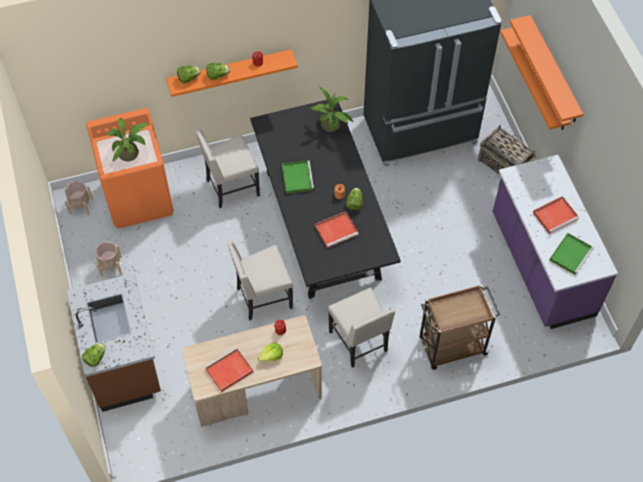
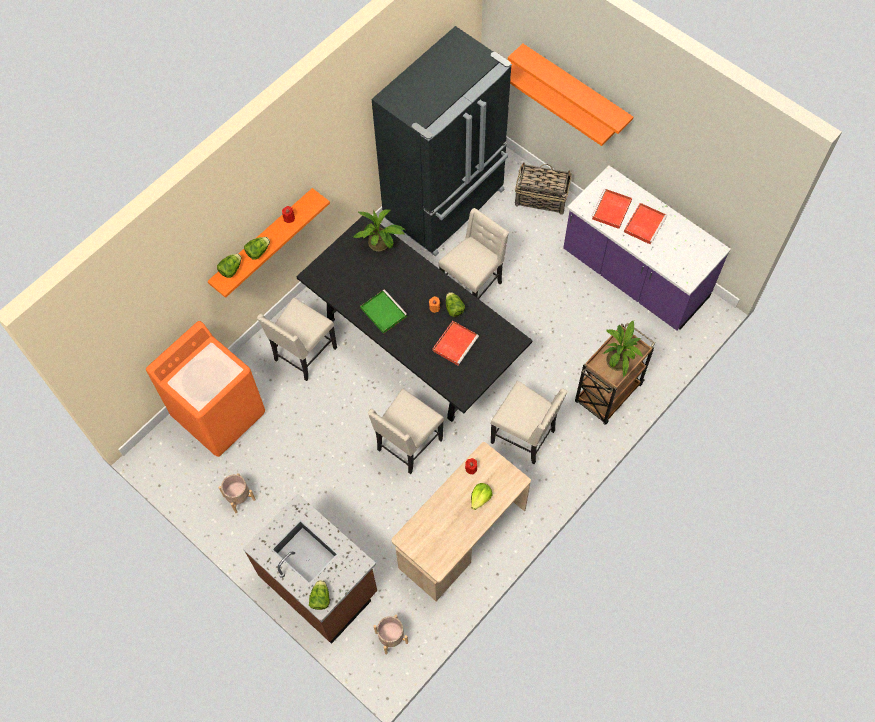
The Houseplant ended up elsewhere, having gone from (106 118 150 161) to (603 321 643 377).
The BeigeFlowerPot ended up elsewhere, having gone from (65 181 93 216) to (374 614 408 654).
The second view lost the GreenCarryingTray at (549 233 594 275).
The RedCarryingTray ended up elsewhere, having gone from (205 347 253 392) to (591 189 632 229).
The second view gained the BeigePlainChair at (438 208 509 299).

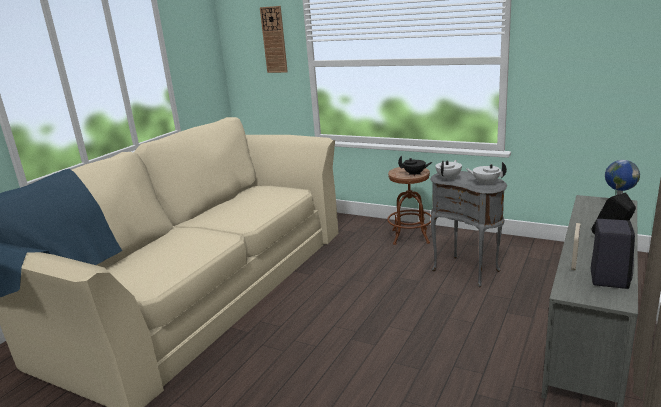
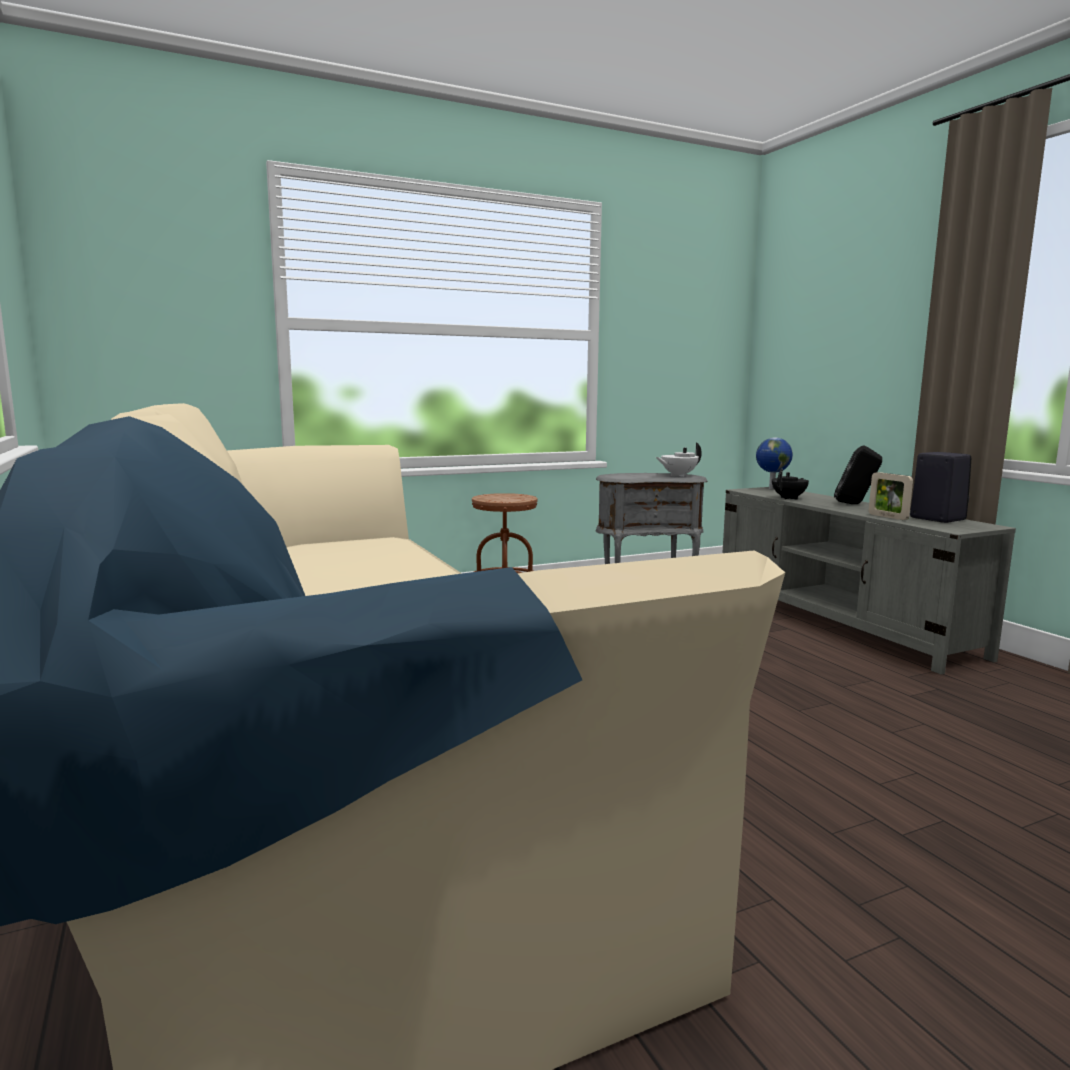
The second view lost the ClockOnTheWall at (260 6 288 73).
The BlackColouredPotForTea ended up elsewhere, having gone from (398 156 432 176) to (772 469 809 500).
The second view lost the WhitishPotForTea at (435 160 462 181).

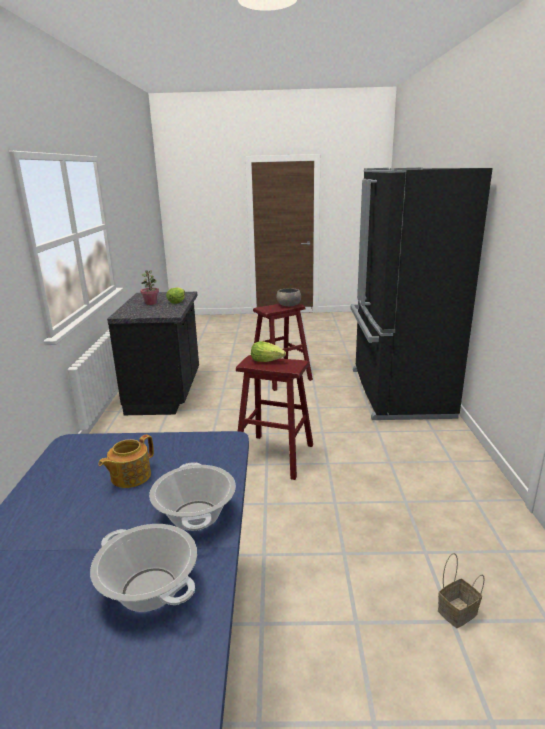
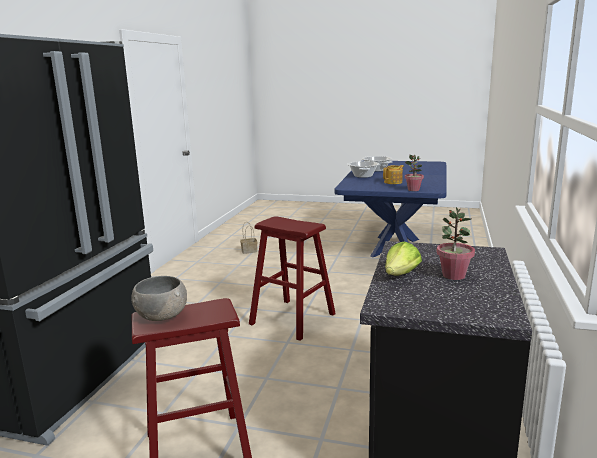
The second view lost the LettuceHead at (251 341 286 362).
The second view gained the Houseplant at (405 155 424 191).

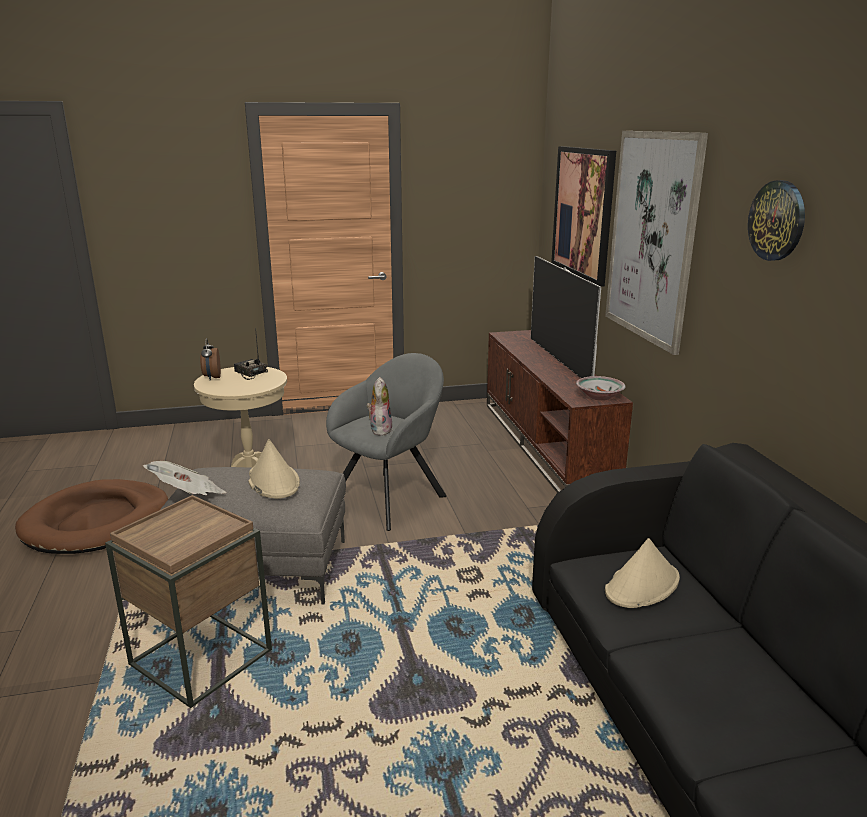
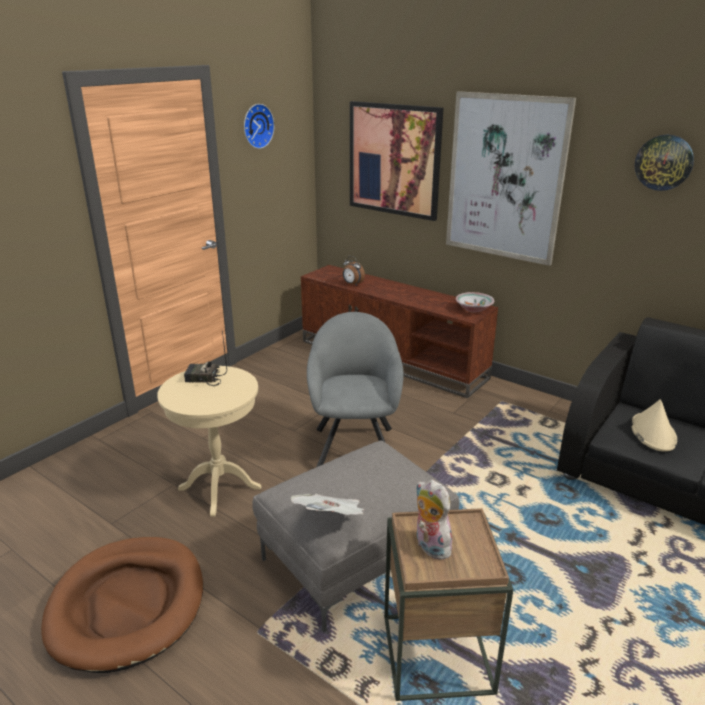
The second view lost the Tv at (531 256 601 378).
The BedsideClock ended up elsewhere, having gone from (200 338 221 380) to (342 256 365 286).
The SoftToy ended up elsewhere, having gone from (367 377 392 436) to (416 479 453 560).
The second view lost the BeigeHat at (248 439 300 499).
The second view gained the ClockOnTheWall at (244 104 275 149).

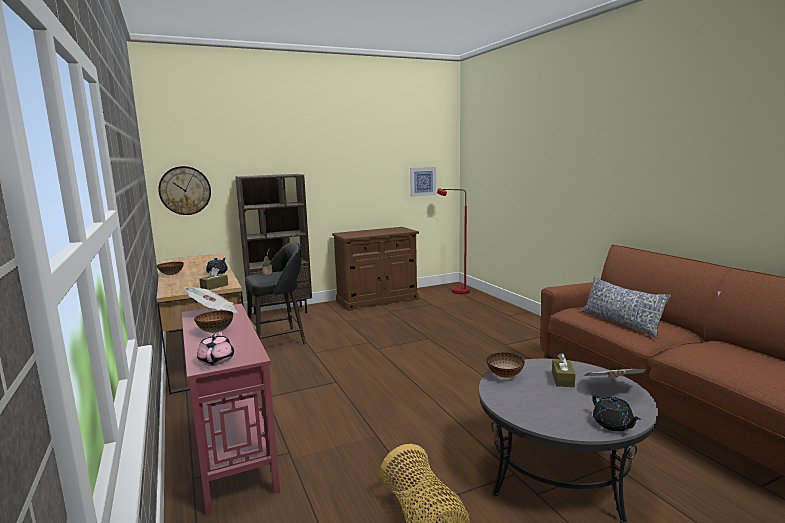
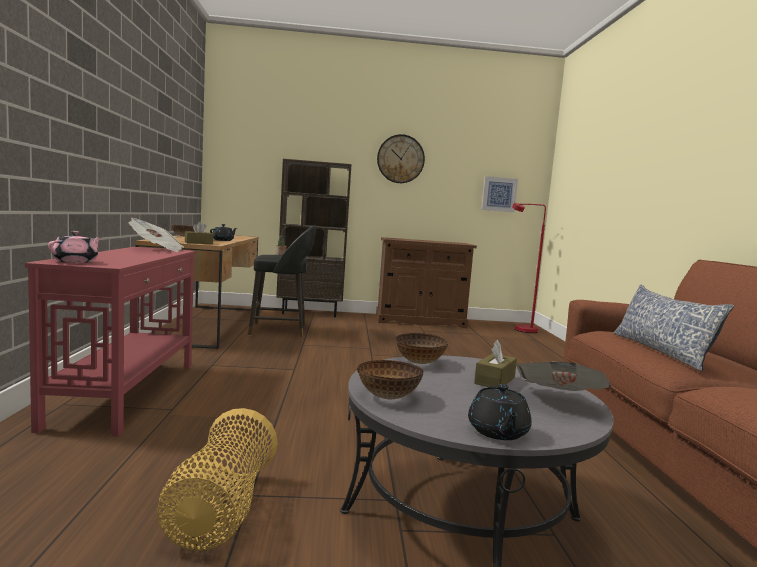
The ClockOnTheWall ended up elsewhere, having gone from (158 166 211 215) to (377 134 425 183).
The ServingBowl ended up elsewhere, having gone from (194 310 233 333) to (357 360 423 399).

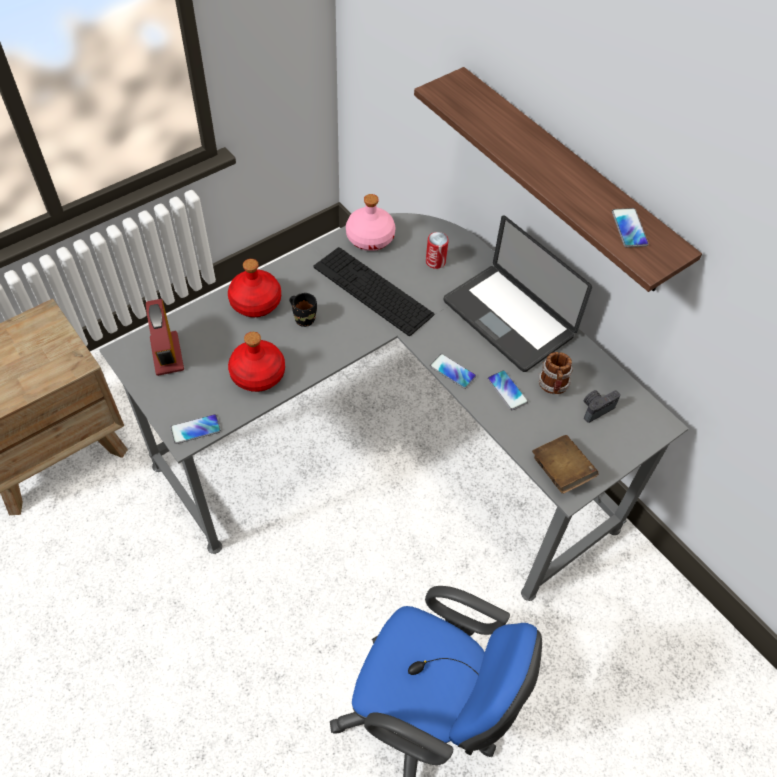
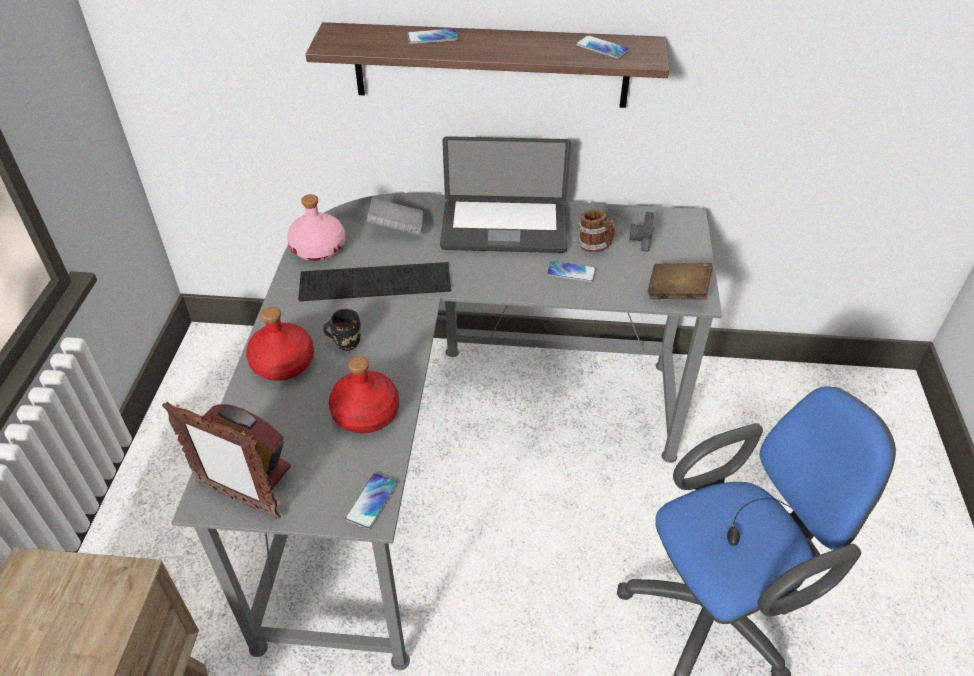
Where the Can stood at (426 232 449 269), the GreyishBook came to stand at (367 198 423 236).
The Handset ended up elsewhere, having gone from (430 354 476 389) to (407 28 459 44).
The second view gained the PhotoFrame at (162 402 281 519).

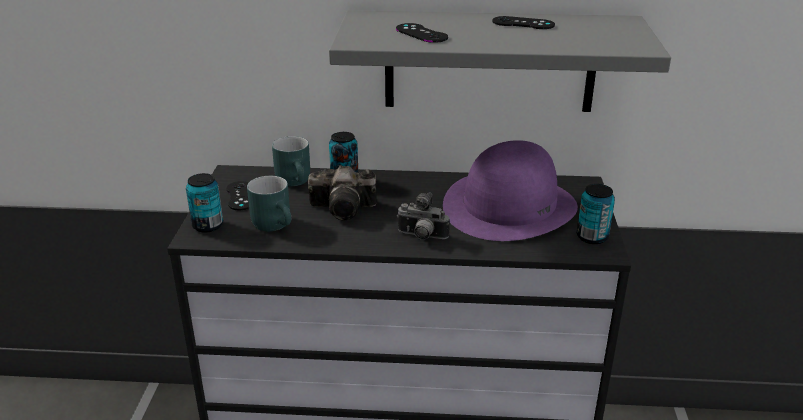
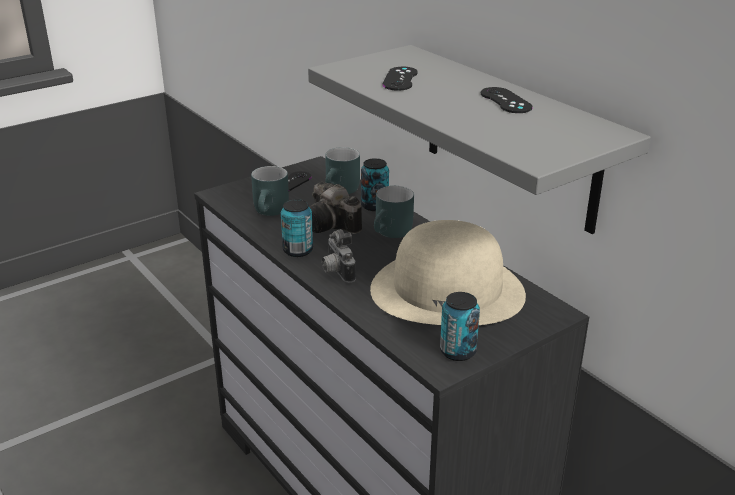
What was the PurplishHat at (443 140 578 241) turned into the BeigeHat at (370 220 526 325).
The Can ended up elsewhere, having gone from (186 173 223 233) to (281 199 313 257).
The second view gained the TurquoiseMug at (374 186 414 238).

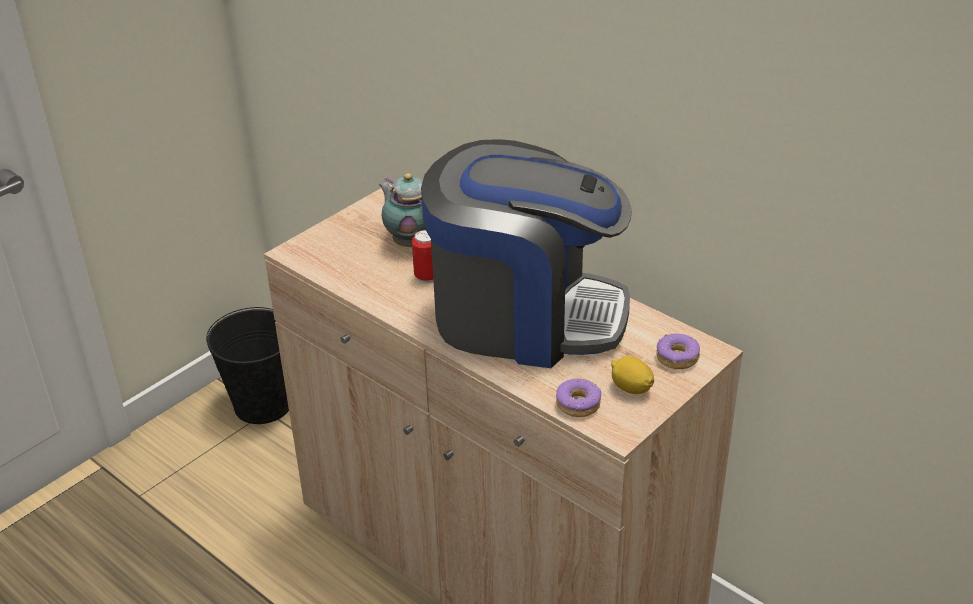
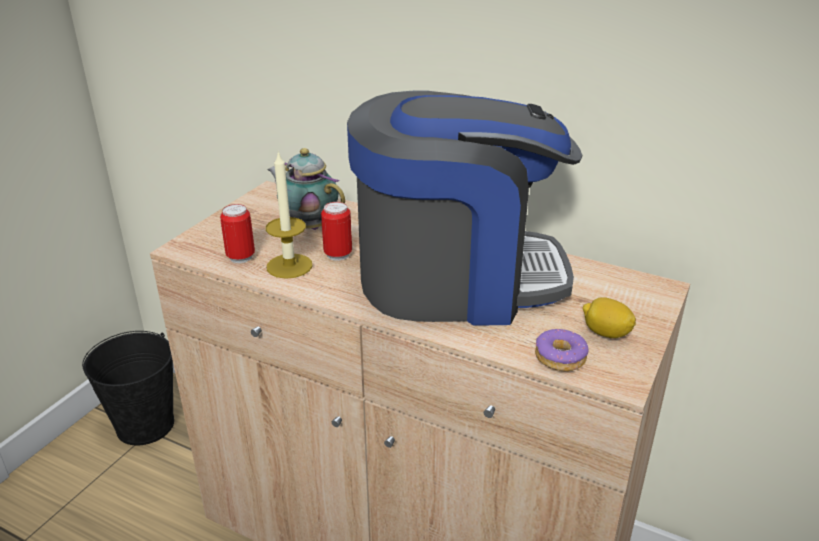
The second view lost the Doughnut at (656 333 700 369).
The second view gained the Candle at (266 151 313 279).
The second view gained the Can at (220 204 255 263).

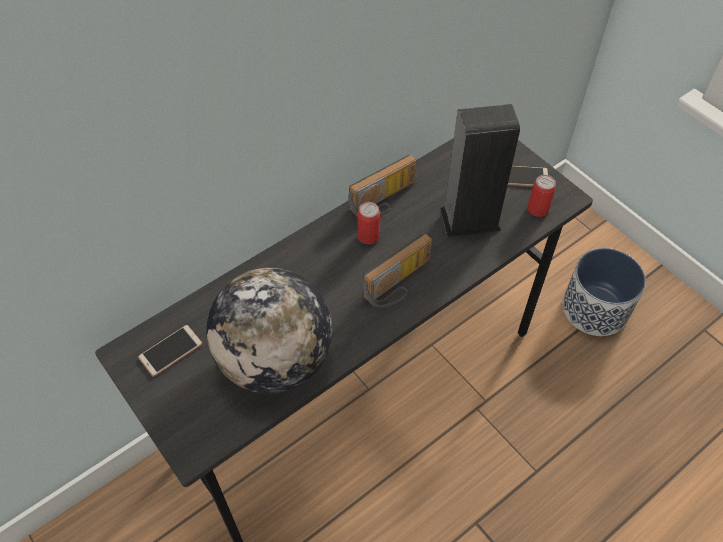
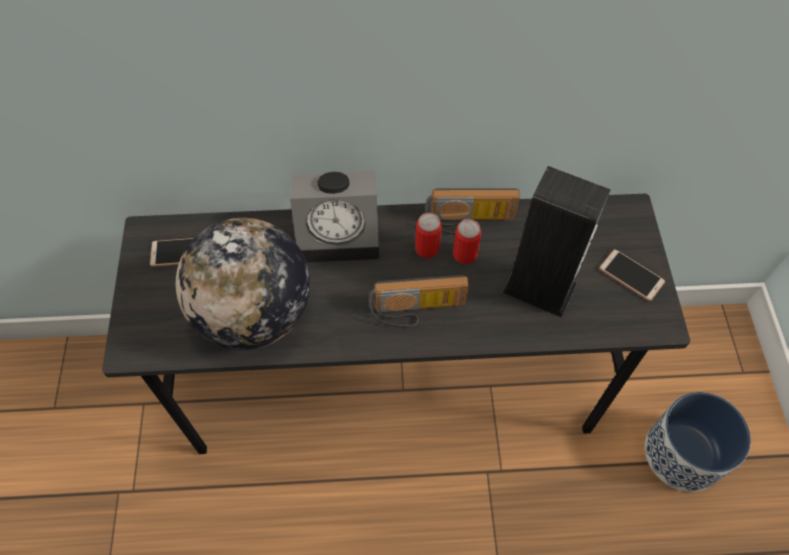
The Can ended up elsewhere, having gone from (527 175 556 217) to (453 219 481 264).
The second view gained the BedsideClock at (290 171 379 262).

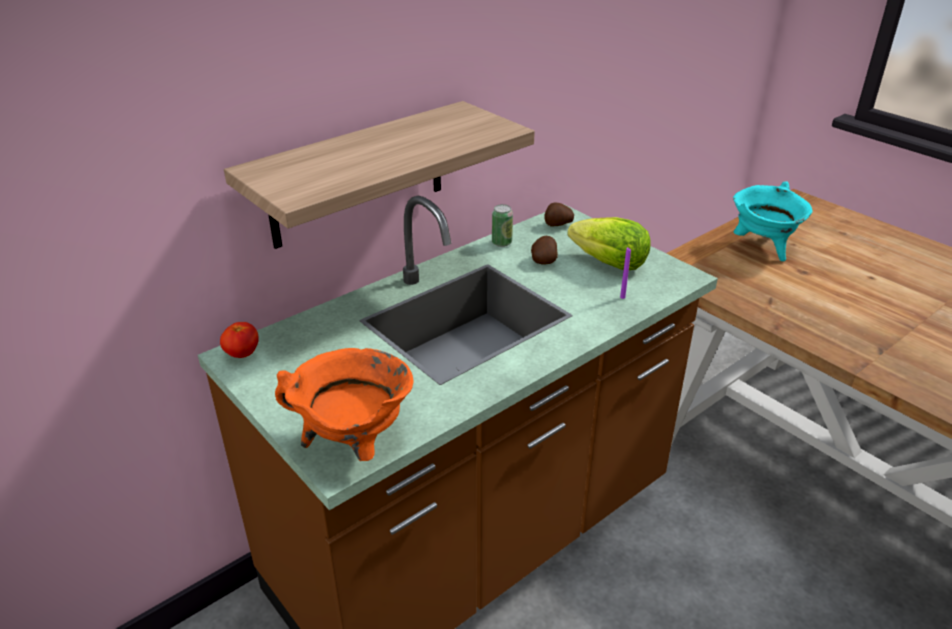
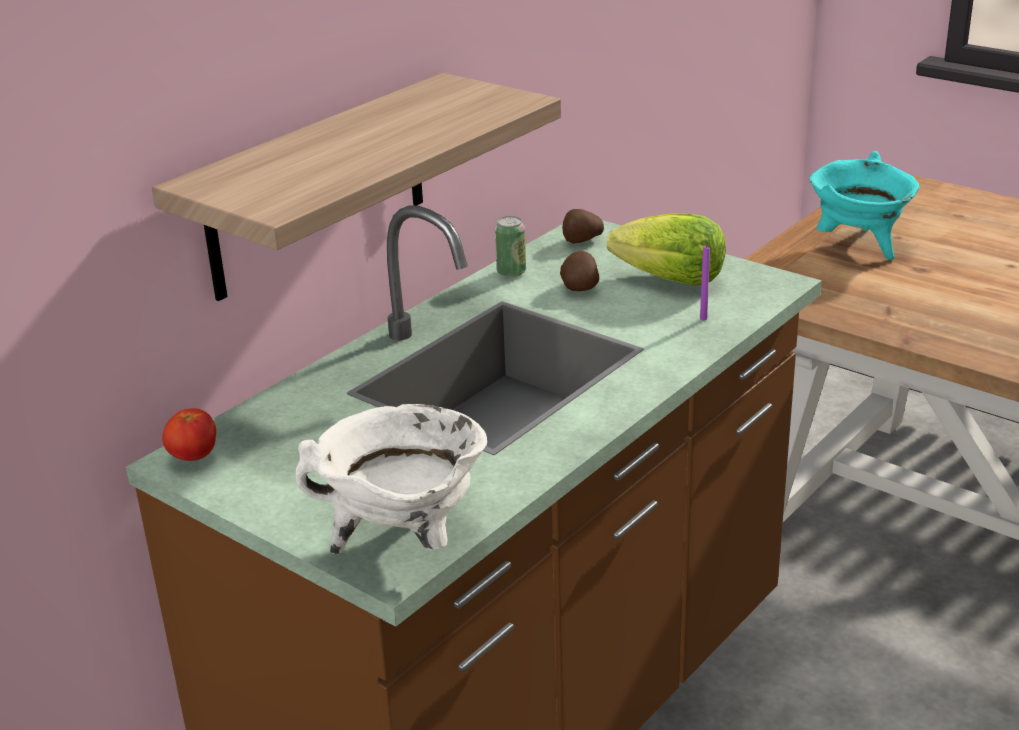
What was the OrangeyStockpot at (275 348 413 461) turned into the WhitishStockpot at (296 404 487 555).

